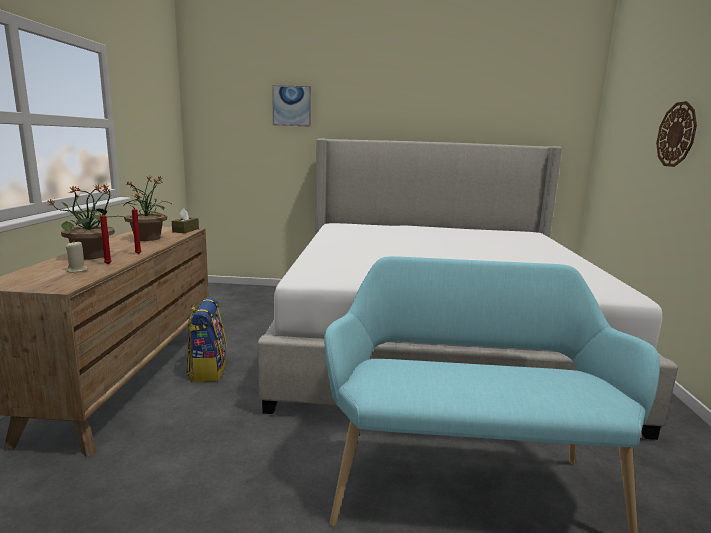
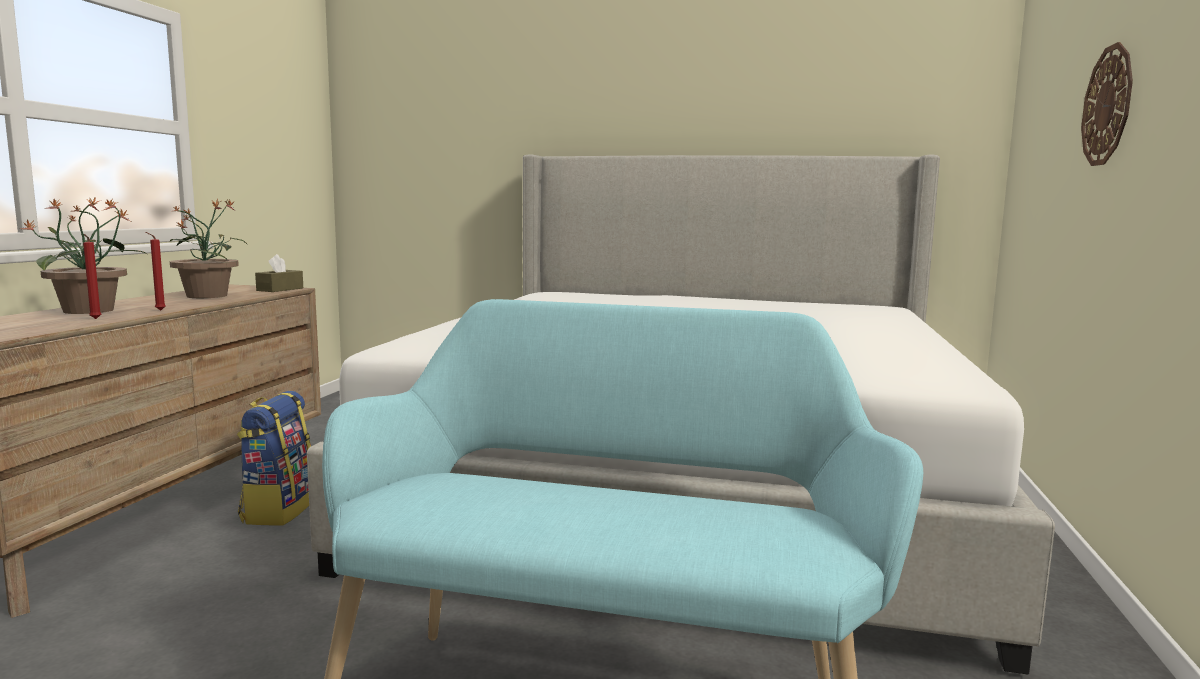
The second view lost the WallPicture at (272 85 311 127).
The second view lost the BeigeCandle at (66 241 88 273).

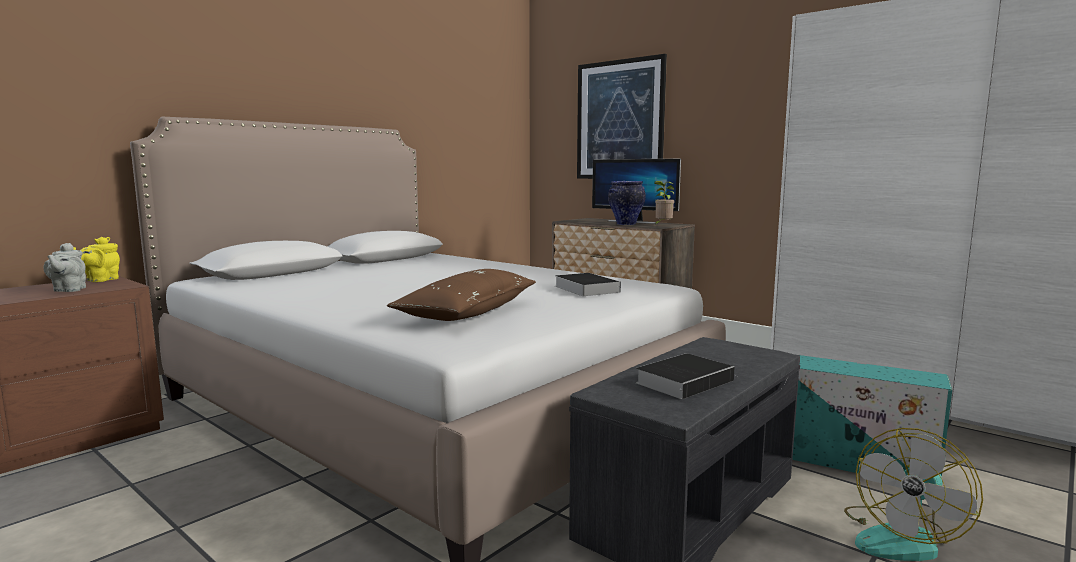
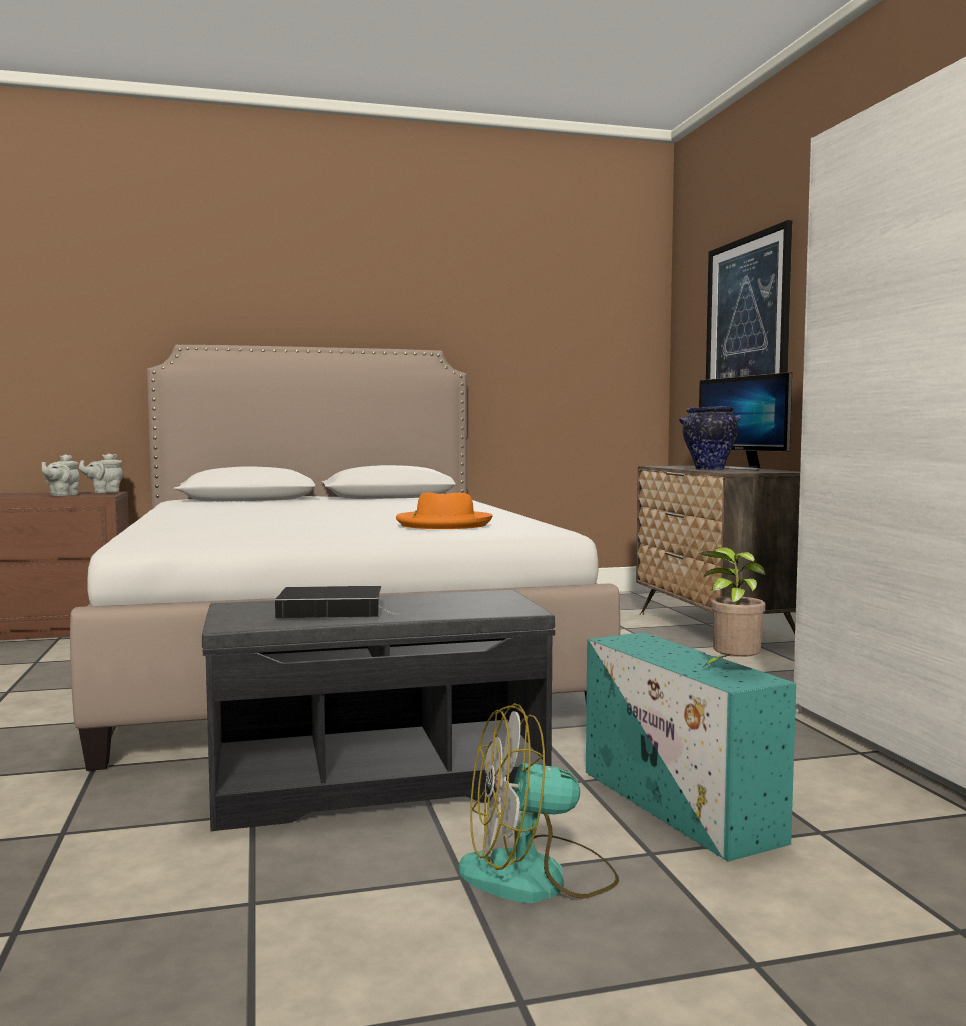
The Houseplant ended up elsewhere, having gone from (654 181 674 226) to (700 547 766 669).
What was the YellowColouredPotForTea at (73 237 120 282) turned into the GreyishPotForTea at (79 453 123 493).
The second view lost the BrownThrowPillow at (387 269 536 321).
Where the Book stood at (555 273 621 296), the OrangeyHat came to stand at (396 492 493 529).

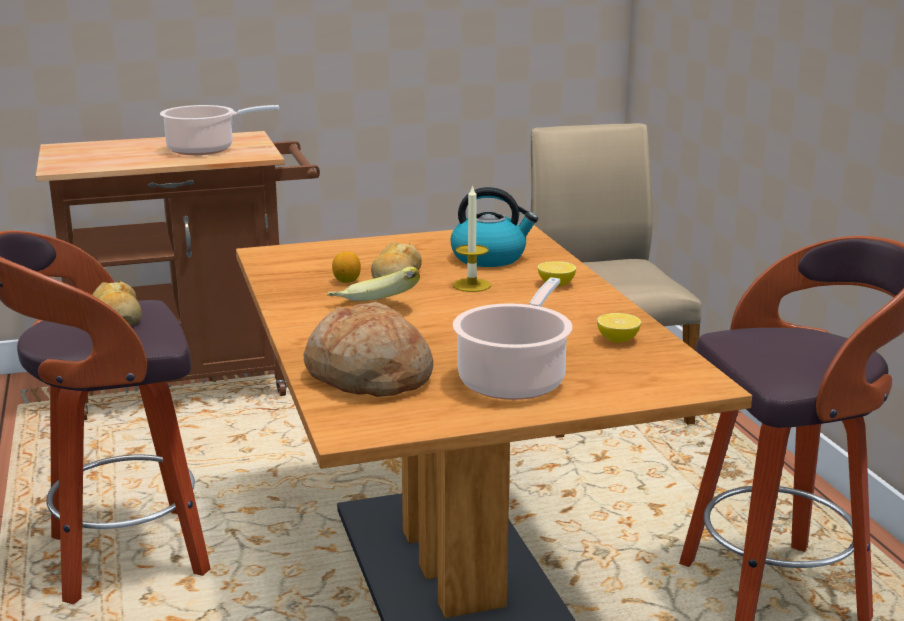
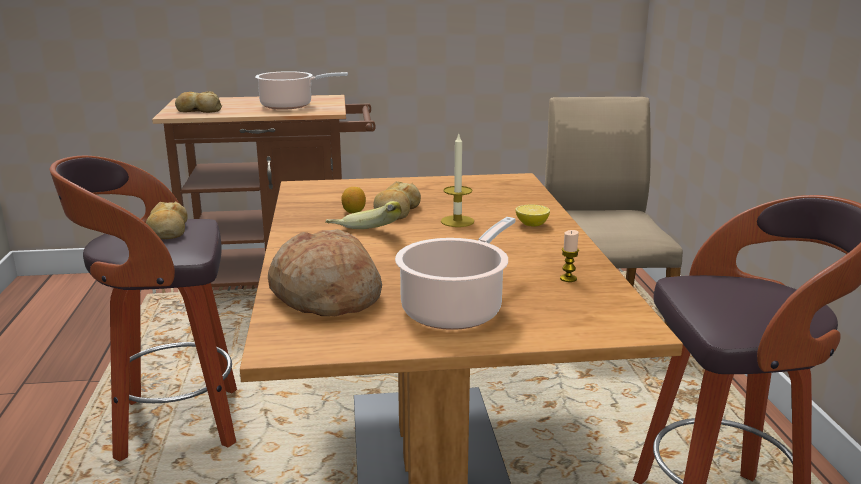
The second view lost the Kettle at (450 187 538 267).
Where the Lemon stood at (597 313 641 343), the Candle came to stand at (560 230 579 282).
The second view gained the Bread at (175 91 222 113).

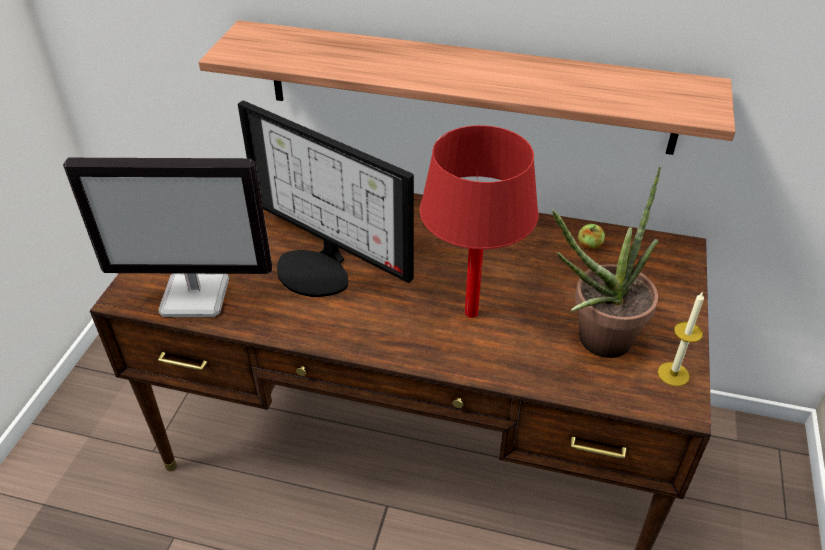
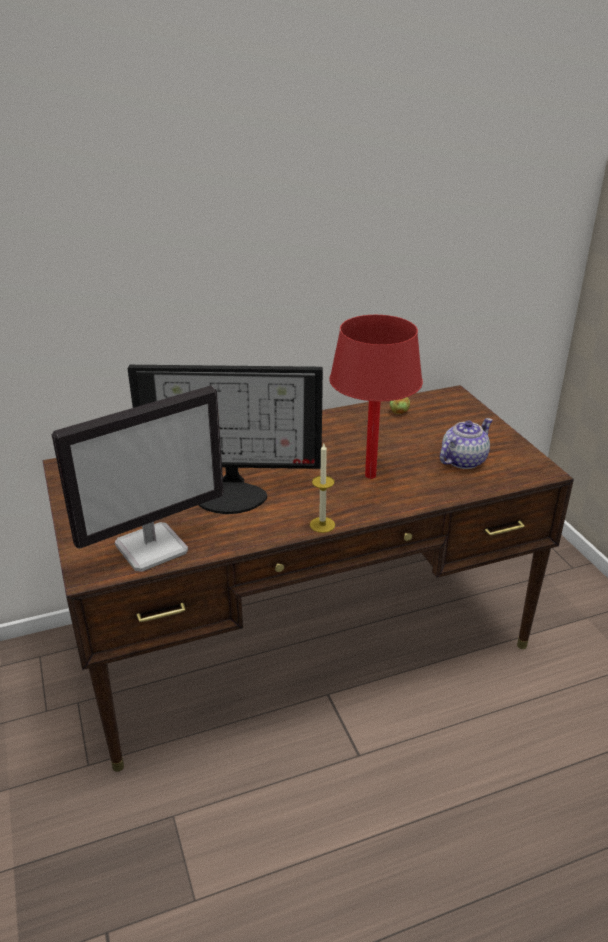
The second view lost the WallShelf at (199 20 735 155).
Where the Houseplant stood at (552 167 661 358), the PotForTea came to stand at (440 418 493 469).
The Candle ended up elsewhere, having gone from (658 291 704 386) to (310 444 335 533).

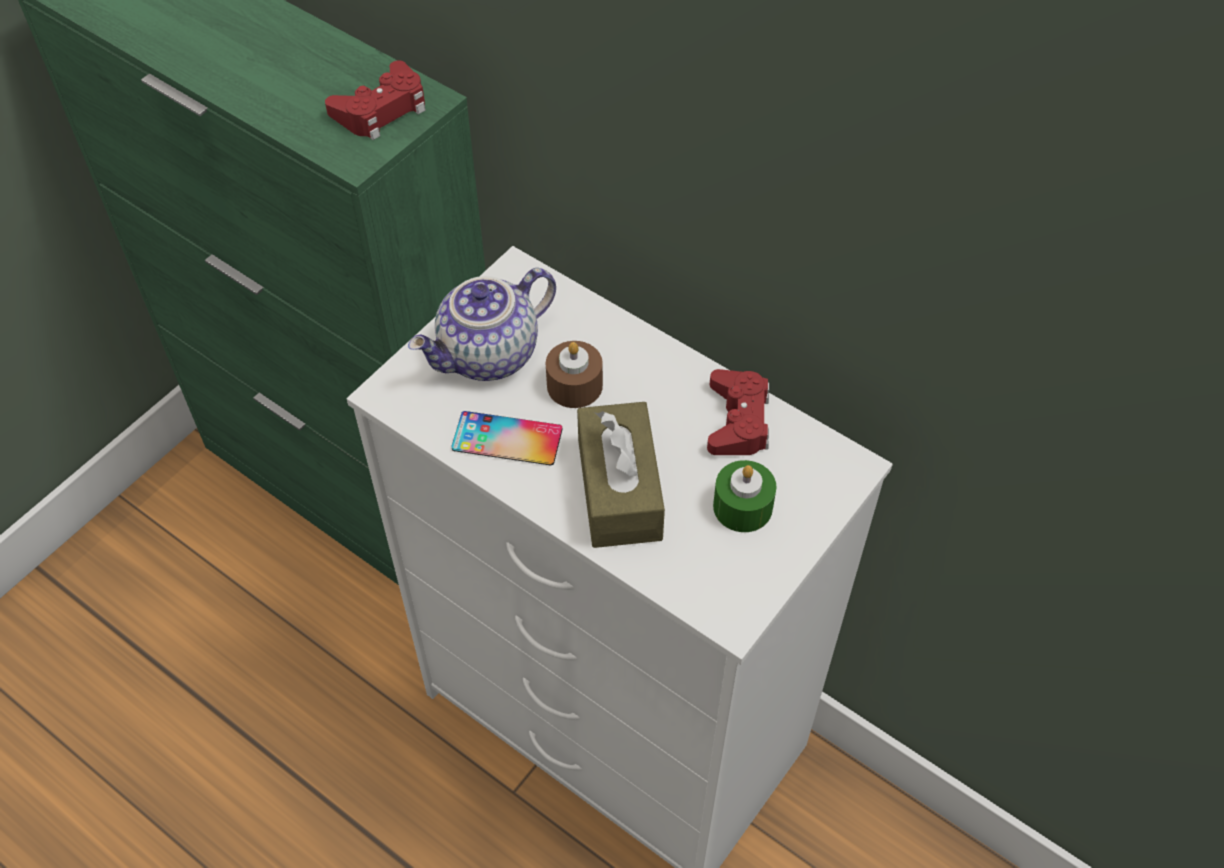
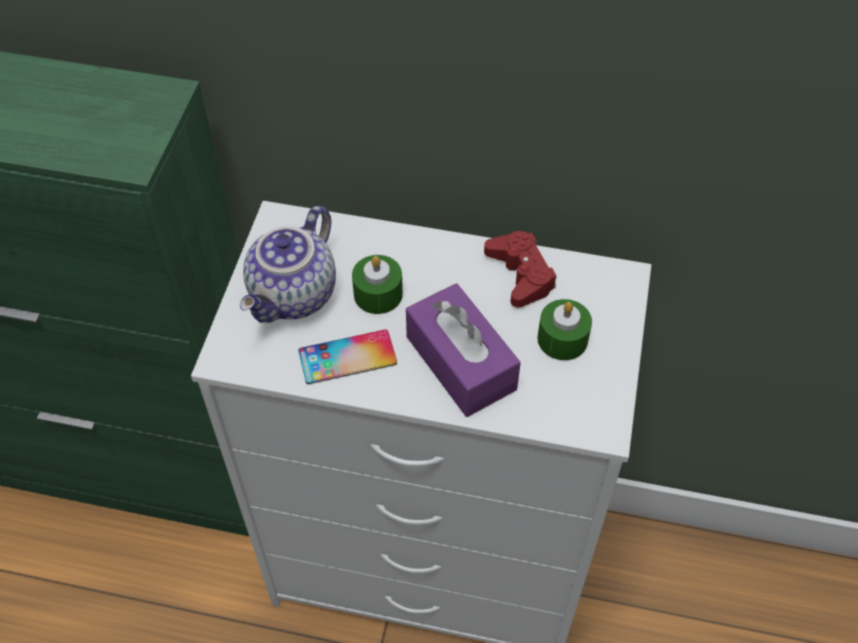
The second view lost the RedGameController at (325 60 426 140).
What was the BrownCandle at (546 341 603 408) turned into the GreenCandle at (352 255 403 314).
What was the BrownBoxOfTissues at (577 402 665 548) turned into the PurplishBoxOfTissues at (406 283 521 417).

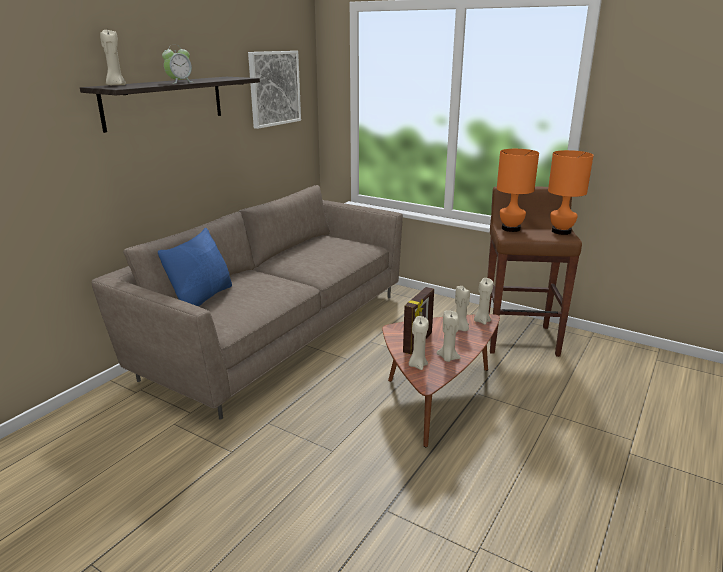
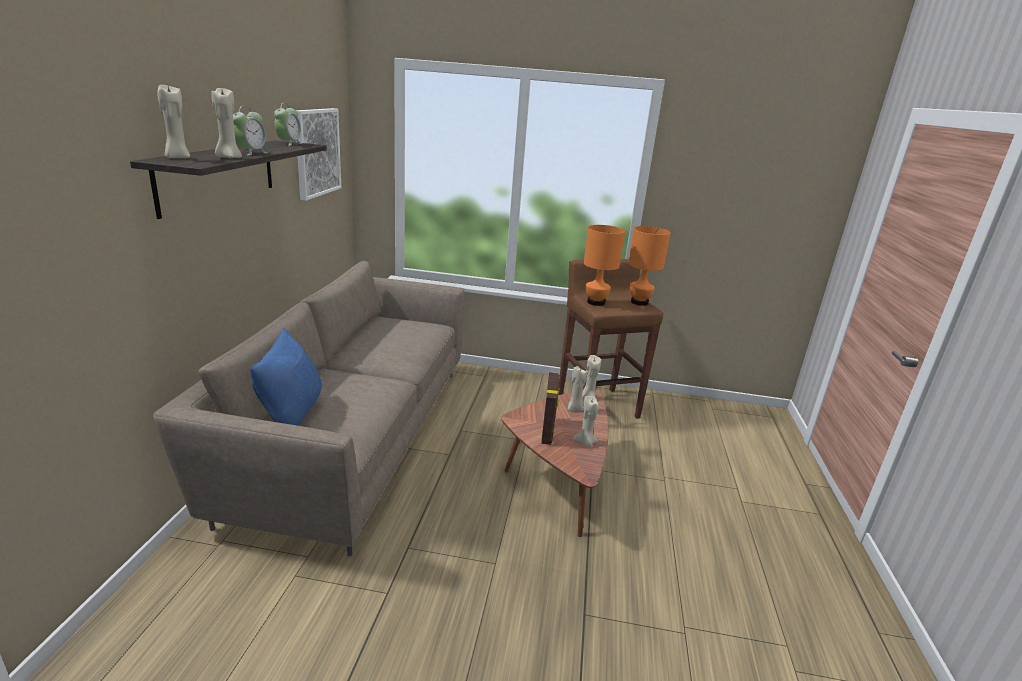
The BeigeCandle ended up elsewhere, having gone from (409 316 429 370) to (211 88 242 158).
The second view gained the BedsideClock at (274 103 303 146).

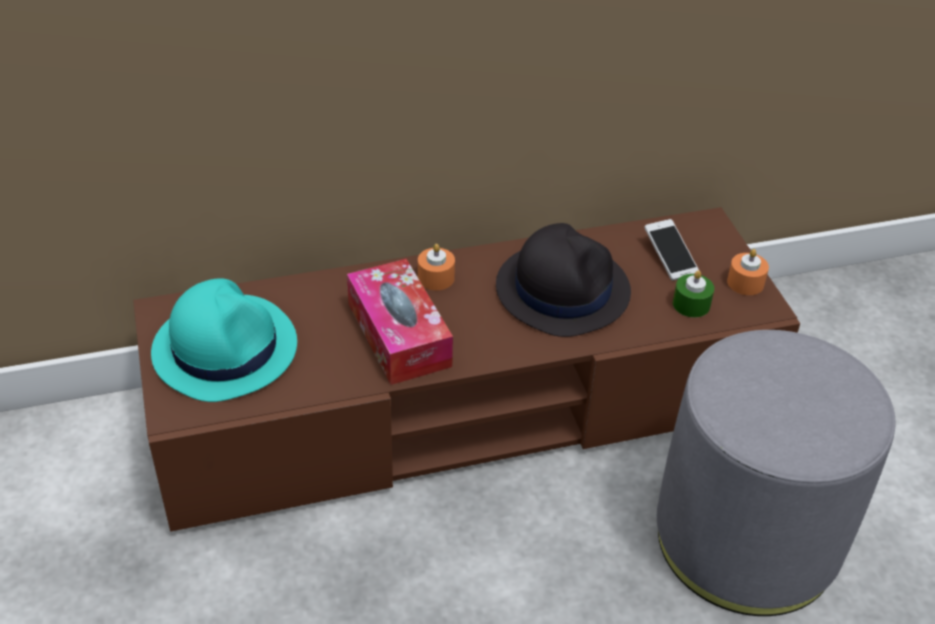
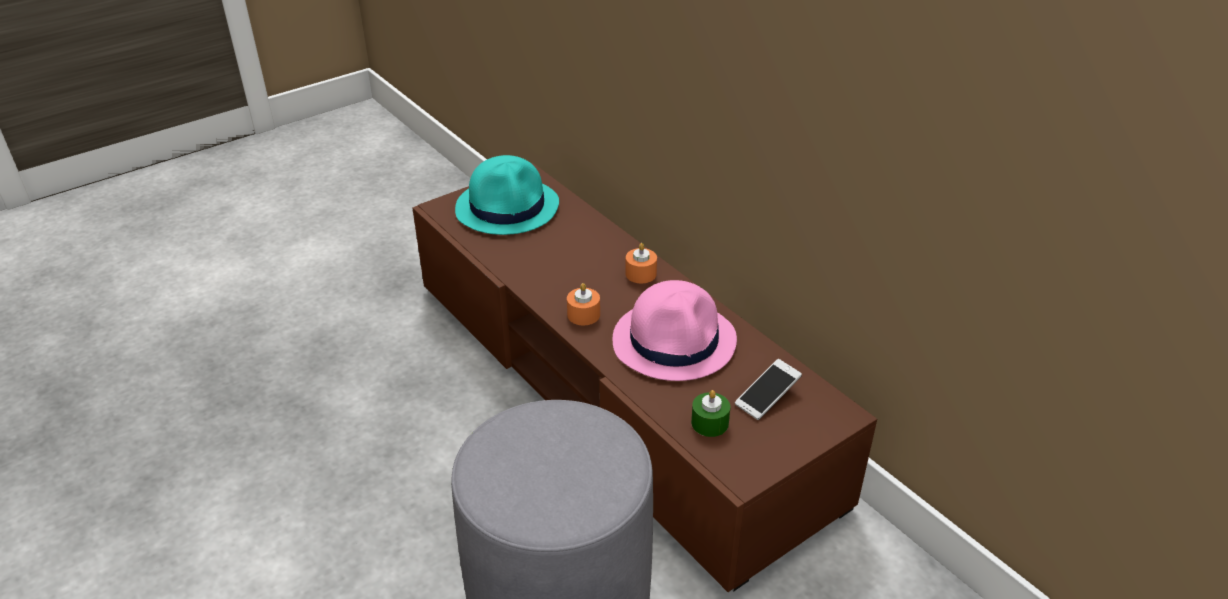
What was the BlackColouredHat at (496 223 631 337) turned into the PinkHat at (612 280 737 381).
The OrangeyCandle ended up elsewhere, having gone from (727 249 769 295) to (567 283 600 325).
The second view lost the BoxOfTissues at (347 259 453 385).

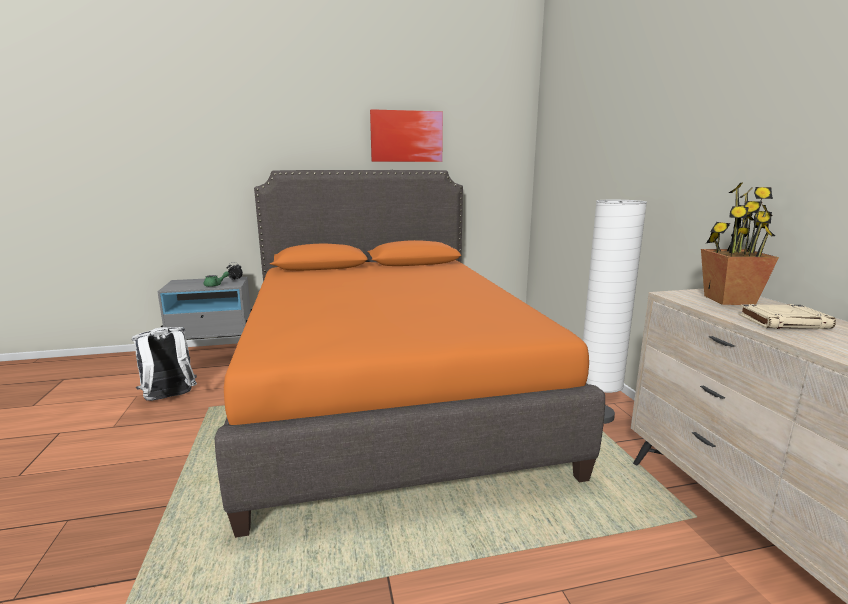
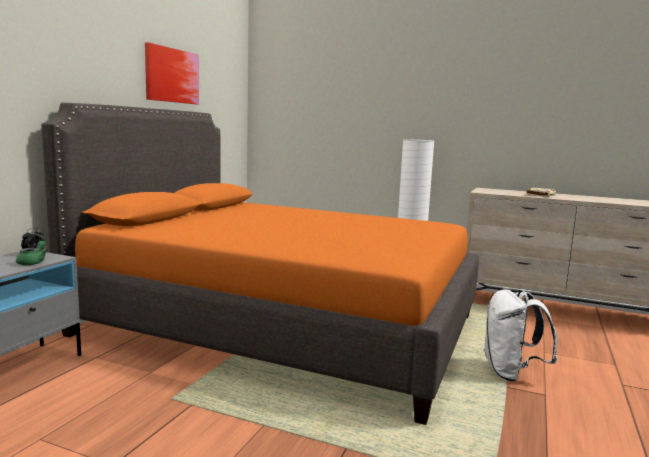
The second view lost the Houseplant at (701 183 779 305).
The WhitishKnapsack ended up elsewhere, having gone from (132 327 197 401) to (483 289 557 382).

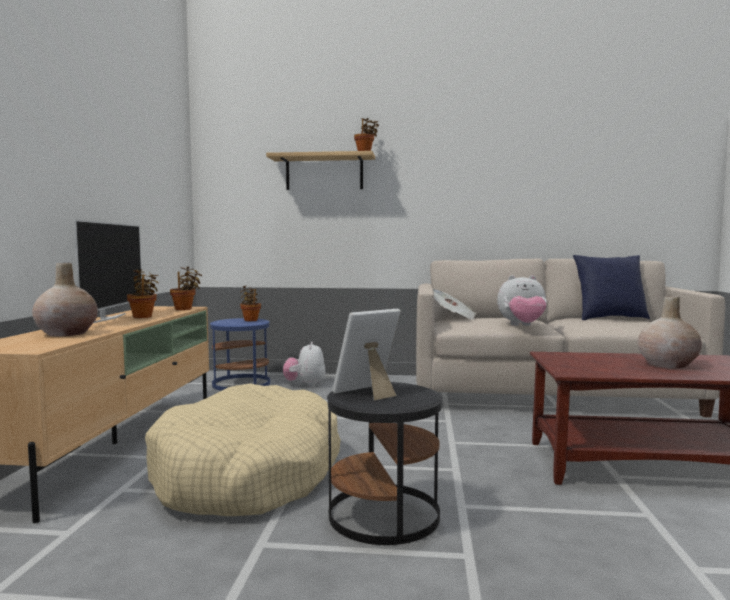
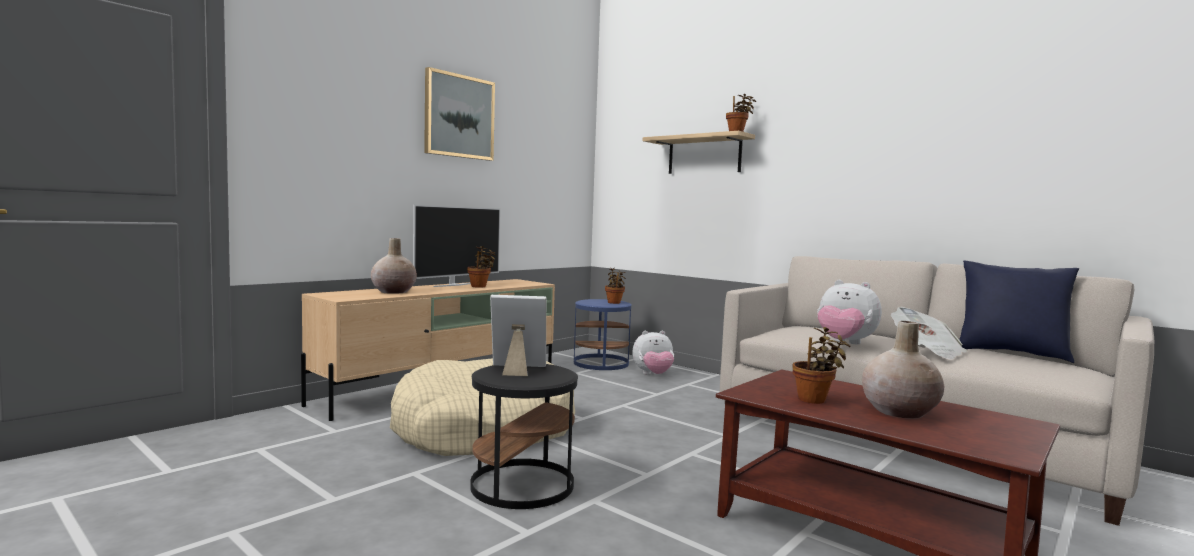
The Houseplant ended up elsewhere, having gone from (170 267 202 310) to (793 327 851 404).
The PrintedPaper ended up elsewhere, having gone from (433 289 477 320) to (891 307 967 360).
The SoftToy at (283 342 326 387) ended up facing another way, 135 degrees counterclockwise from before.
The second view gained the WallPicture at (424 67 495 161).

